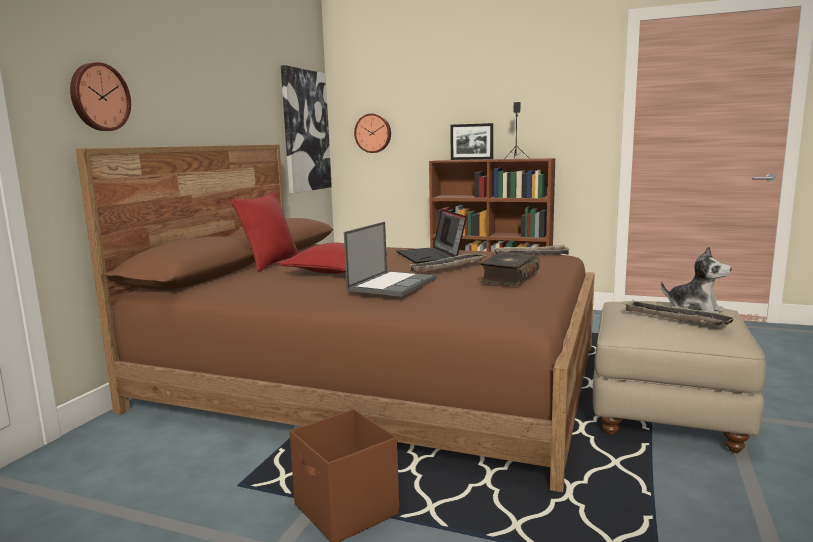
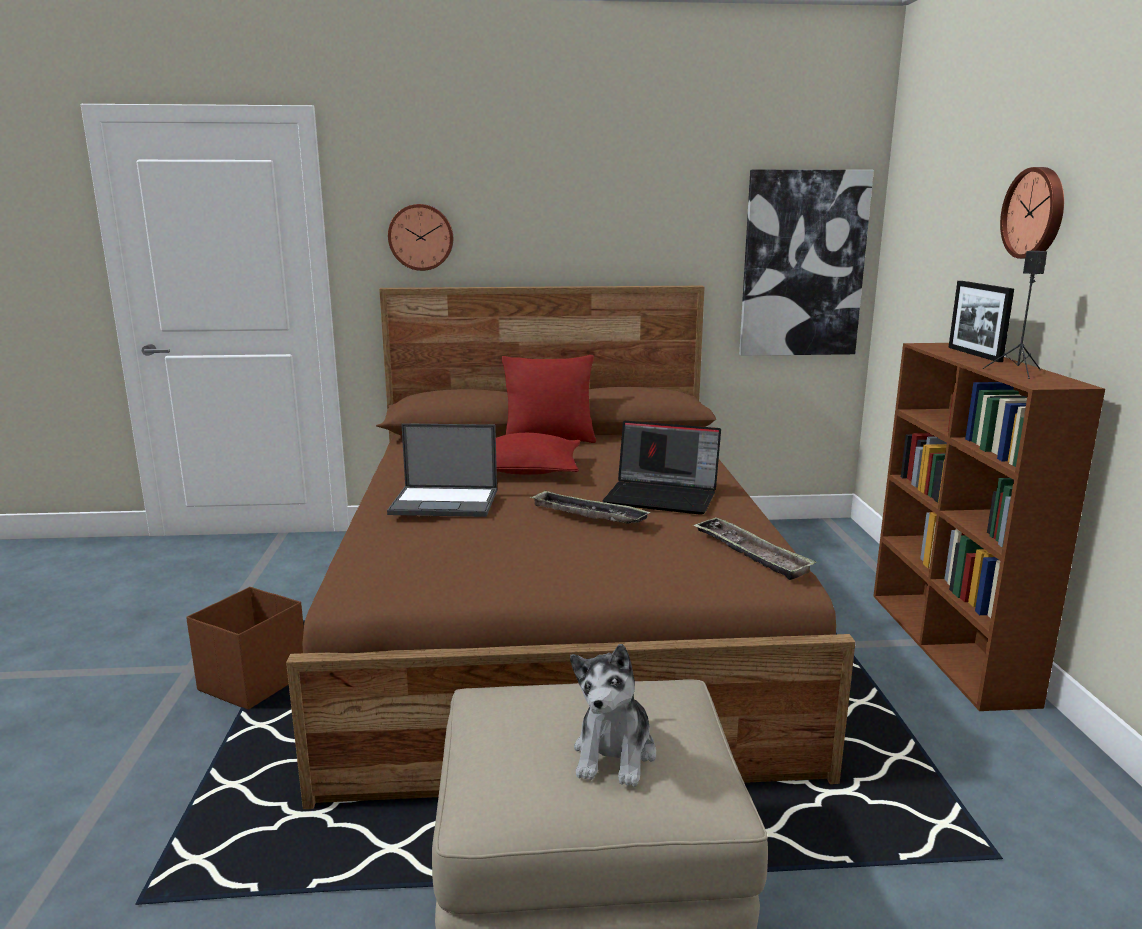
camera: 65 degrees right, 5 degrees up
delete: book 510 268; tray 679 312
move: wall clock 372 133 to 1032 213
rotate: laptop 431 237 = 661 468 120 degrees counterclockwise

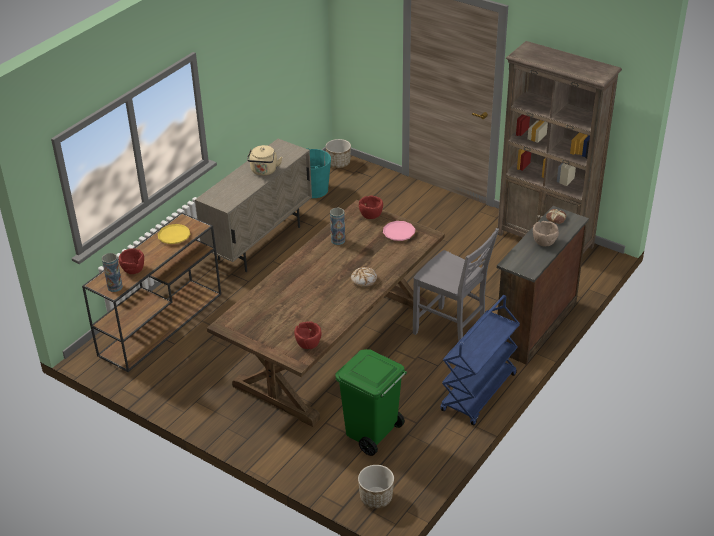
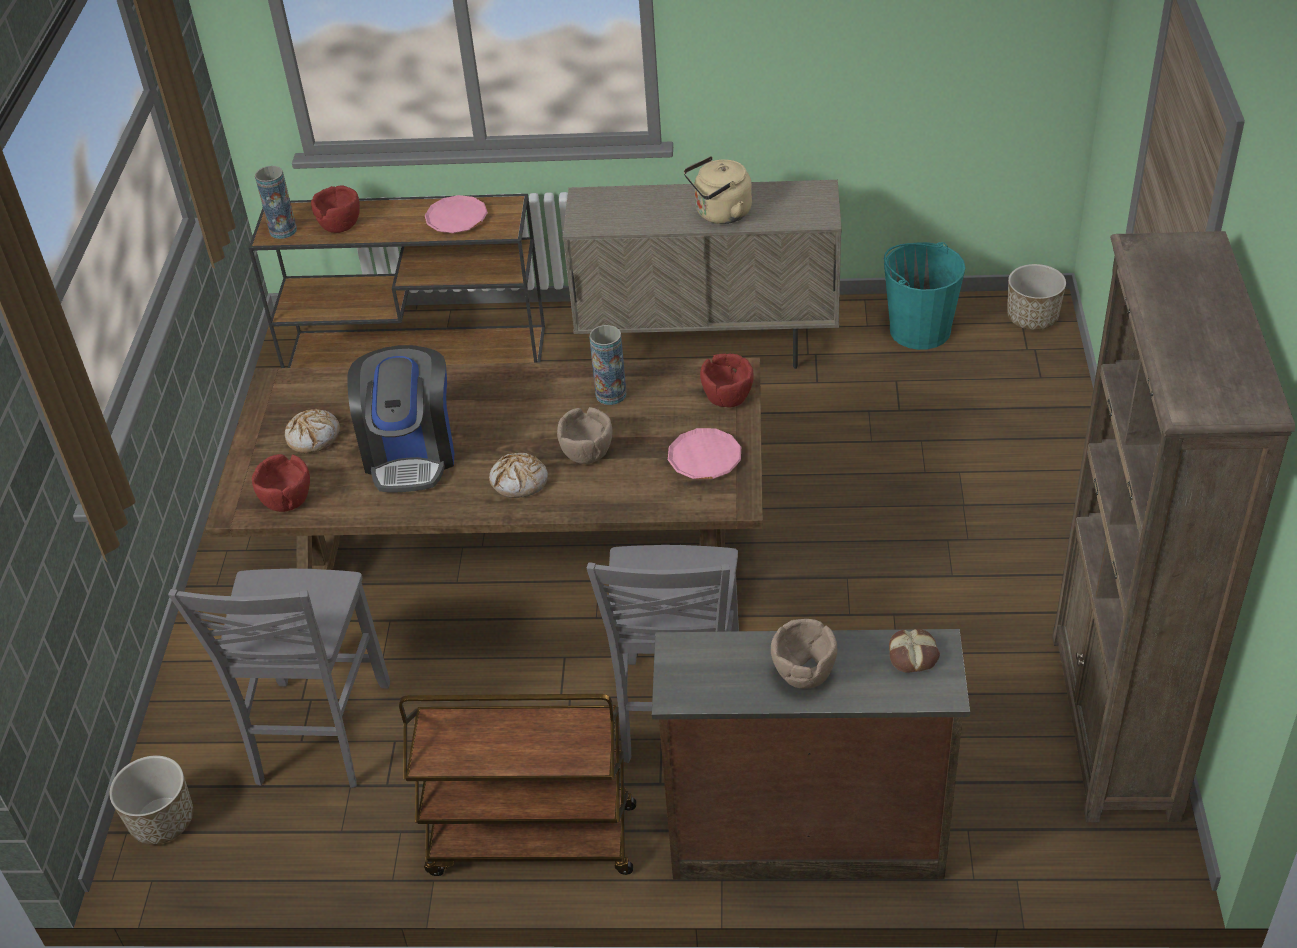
camera: 60 degrees right, 5 degrees up
insert: coffee machine 400 418; brown bowl 584 435; bread 312 431
replace: green trash can 371 402 to grey chair 279 678
recolor: yellow plate 174 234 to pink plate 456 214; blue cart 480 360 to brown cart 517 785

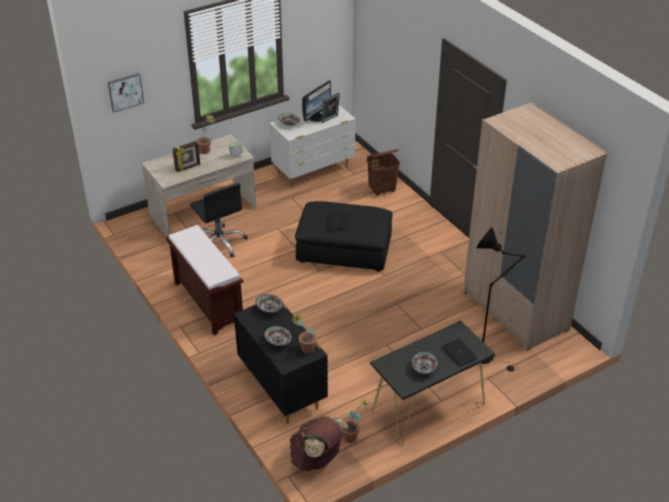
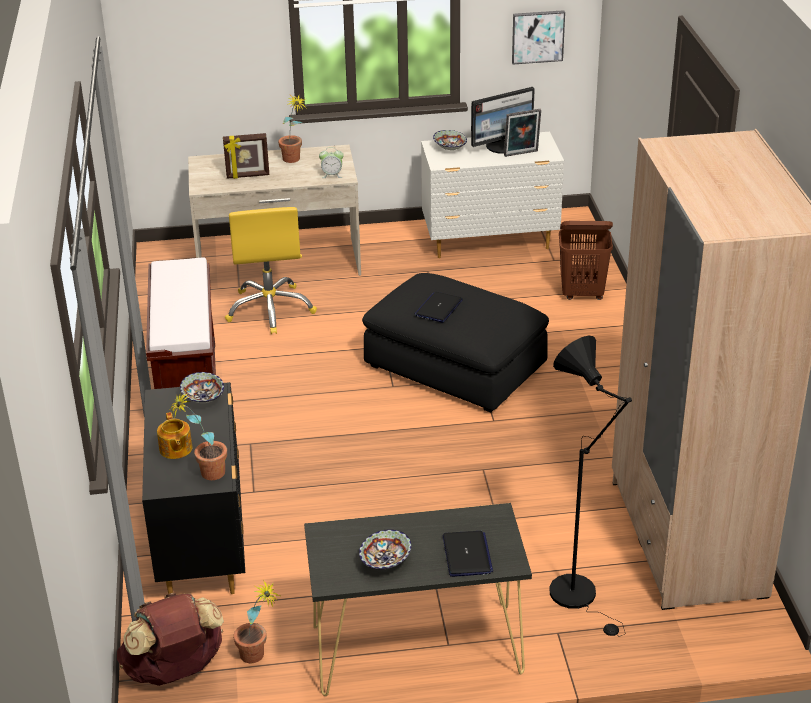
camera: 25 degrees right, 5 degrees down
move: picture 126 92 to 538 37
replace: bowl 278 336 to teapot 174 435
recolor: black office chair 219 220 to yellow office chair 271 270

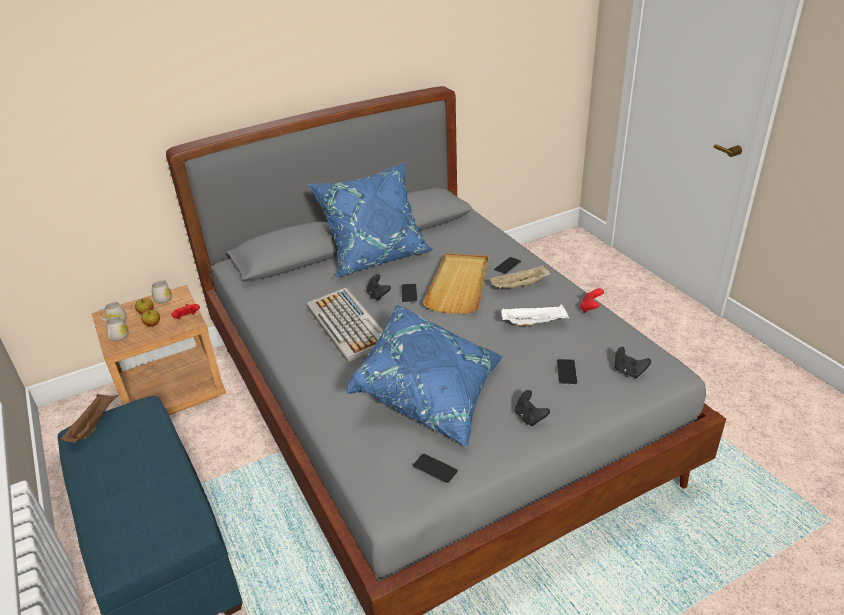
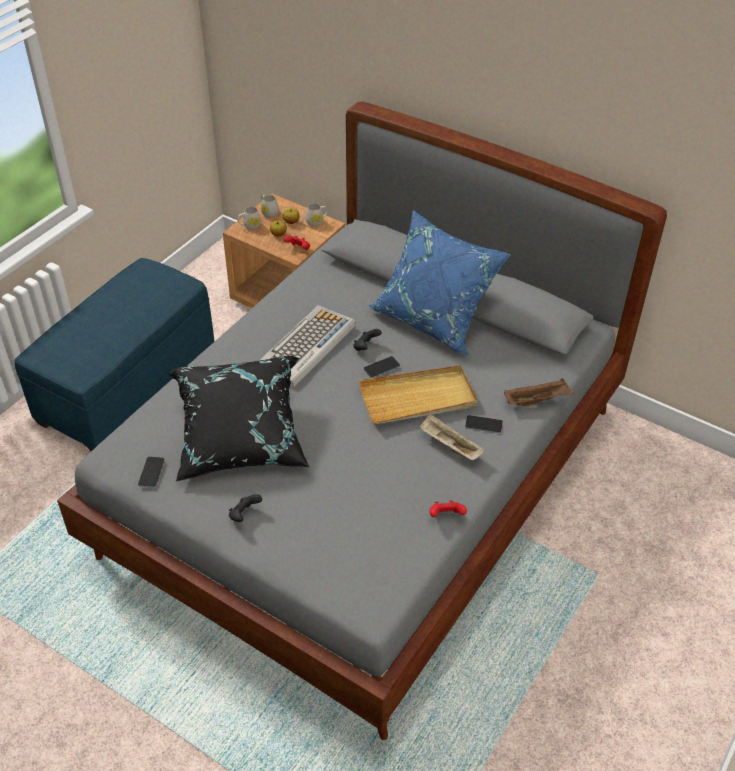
camera: 60 degrees right, 10 degrees up
delete: white tray 535 316; black game controller 632 362; phone 567 372
move: brown tray 89 418 to 539 392
recolor: blue pillow 424 376 to black pillow 238 418

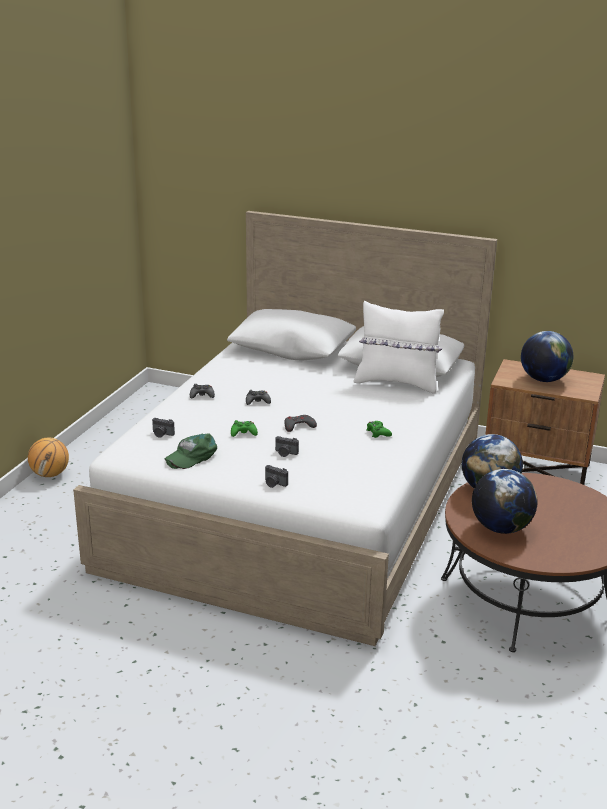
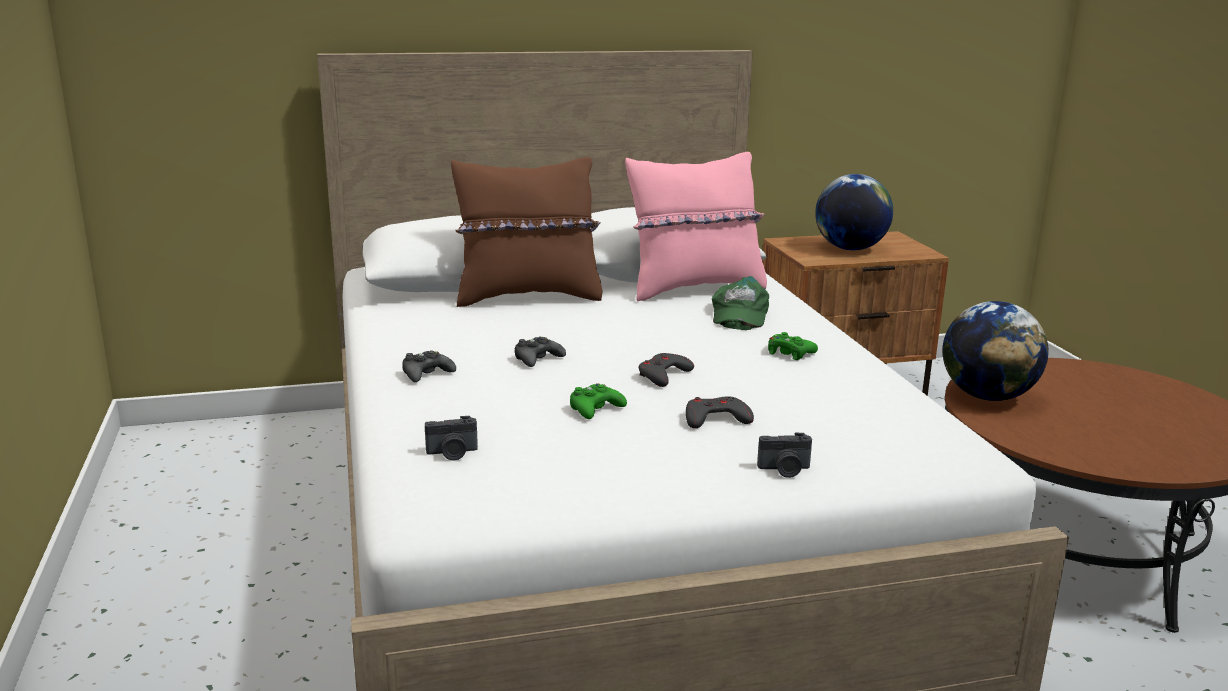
camera: 35 degrees left, 5 degrees down
delete: basketball 48 457; globe 505 501
insert: brown pillow 526 232
move: green cap 191 451 to 740 303
replace: photo camera 287 446 to grey game controller 720 412
recolor: white pillow 398 347 to pink pillow 696 226

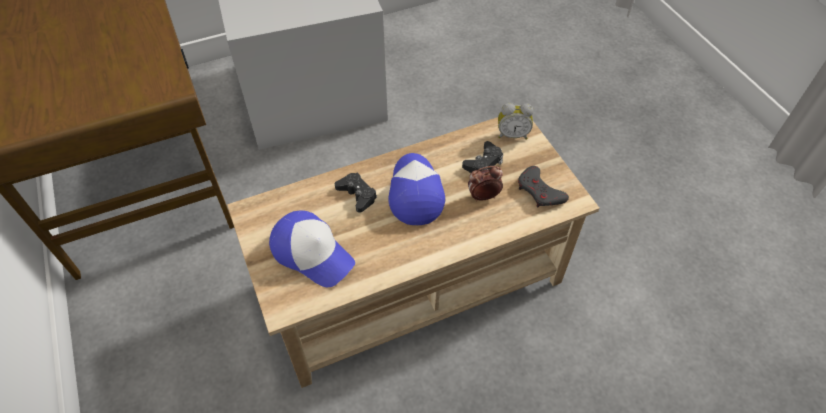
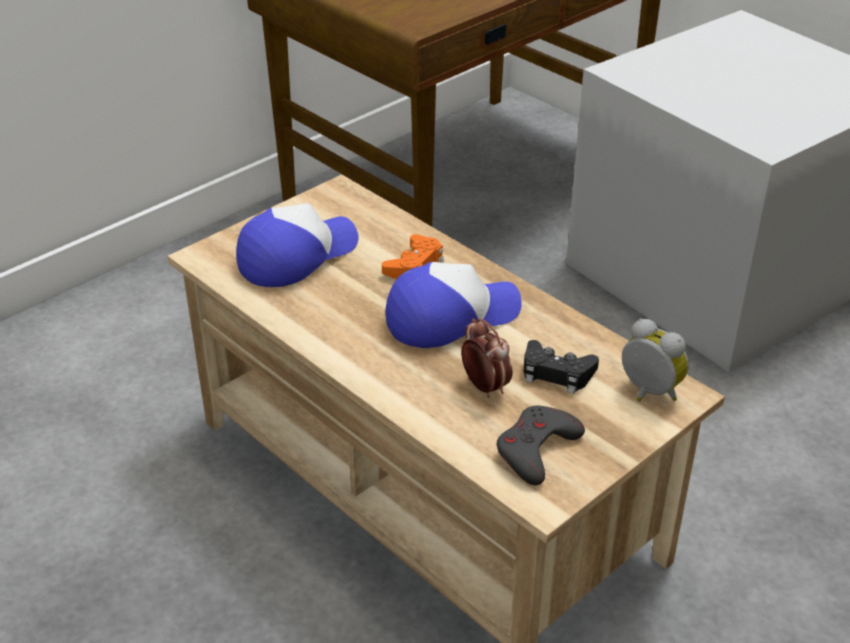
camera: 70 degrees right, 15 degrees down
recolor: black game controller 356 193 to orange game controller 413 256
rotate: alarm clock 515 121 = 655 360 150 degrees clockwise; cap 312 248 = 297 245 150 degrees counterclockwise

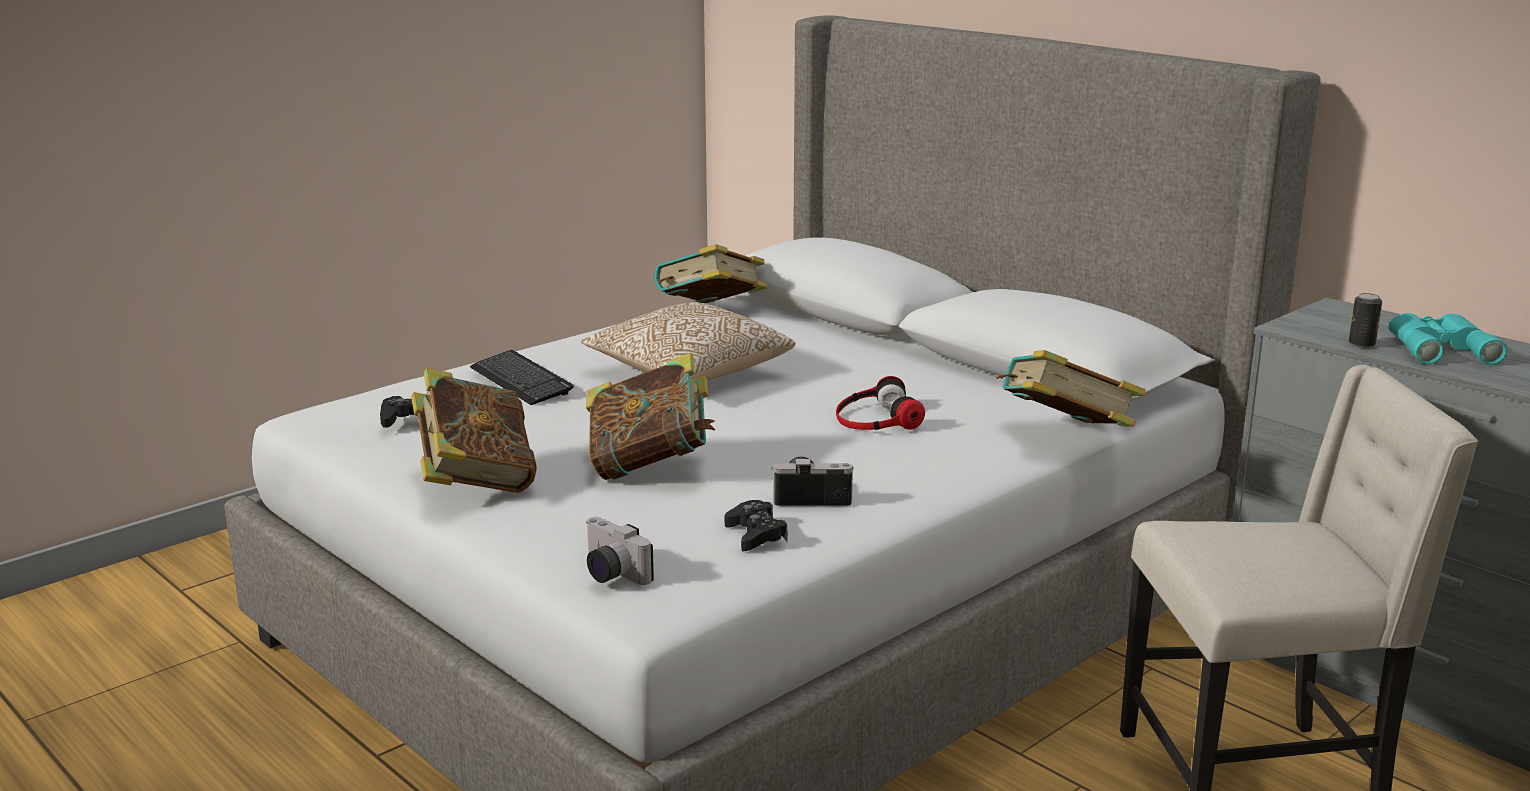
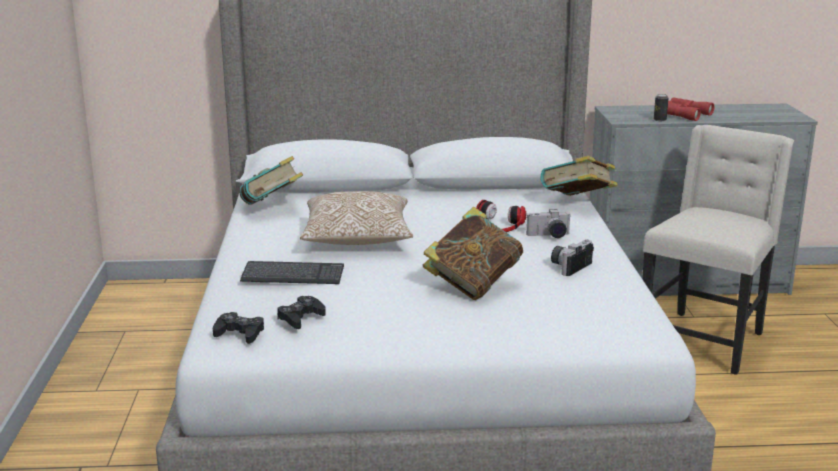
camera: 50 degrees left, 0 degrees up
delete: book 474 430
move: black game controller 756 525 to 238 328; photo camera 620 551 to 548 223
recolor: turquoise binoculars 1448 339 to red binoculars 690 109

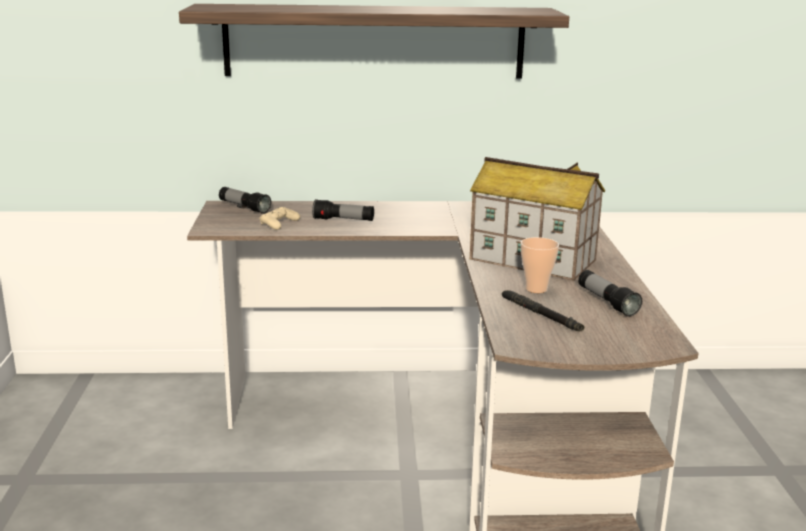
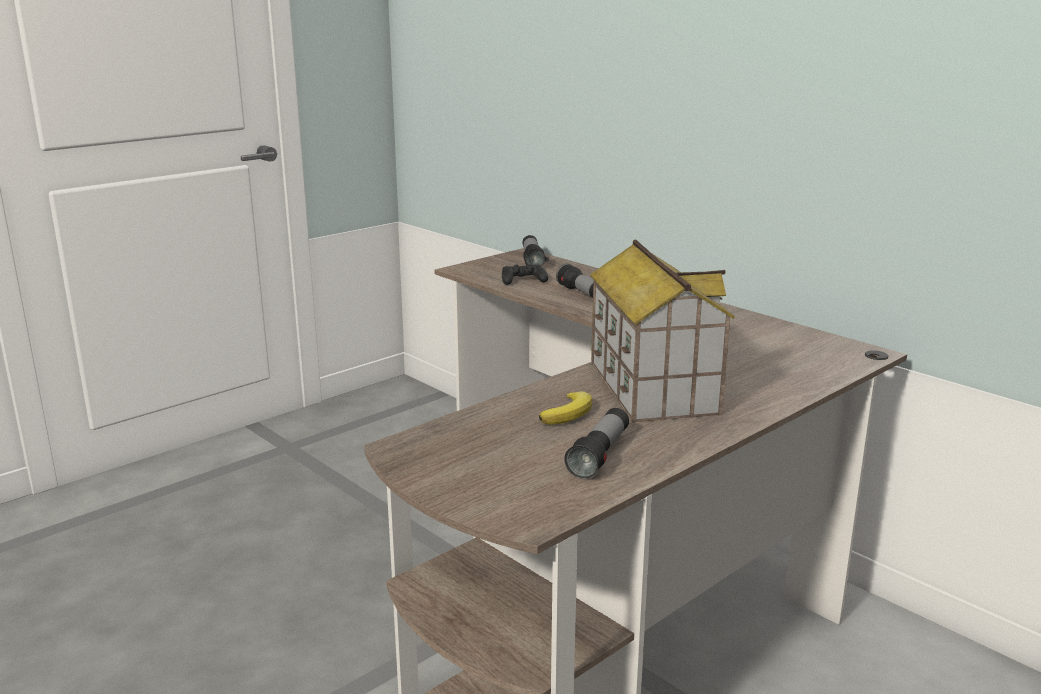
camera: 50 degrees right, 0 degrees up
delete: shelf 374 41; black flashlight 543 310
replace: cup 540 265 to banana 565 408
recolor: beige game controller 280 218 to black game controller 525 274

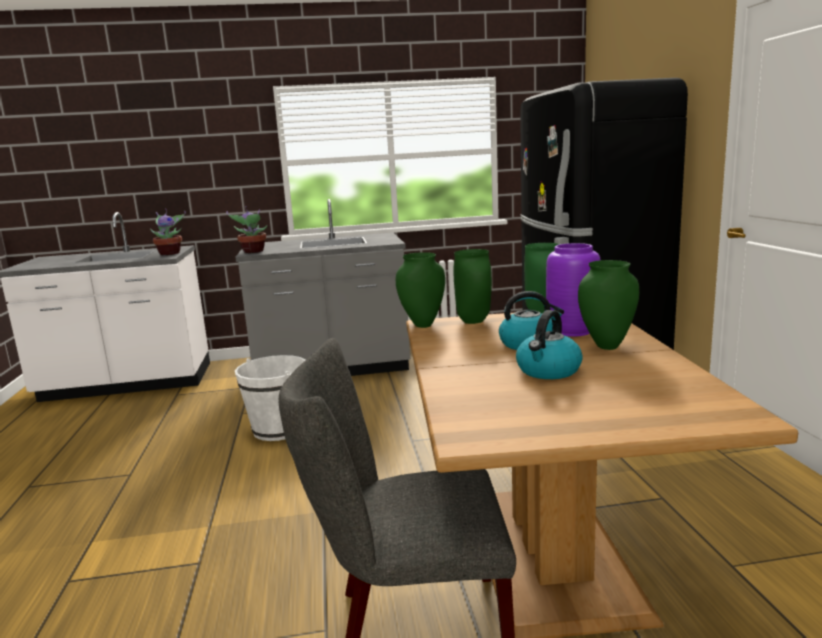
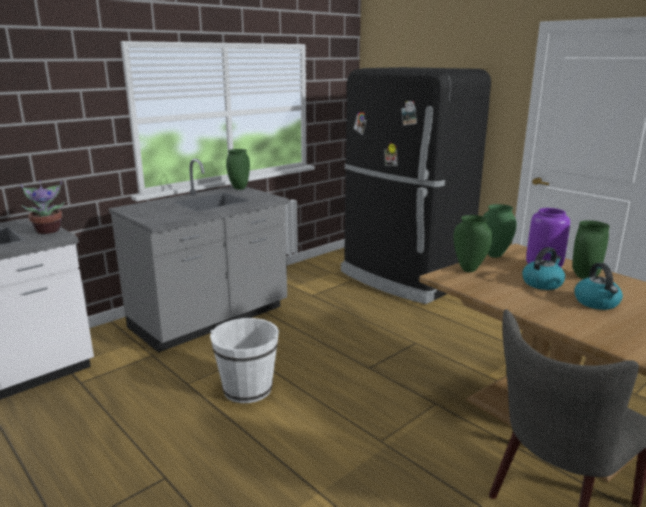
camera: 35 degrees left, 5 degrees up
delete: potted plant 247 229
move: green vase 420 290 to 238 169

